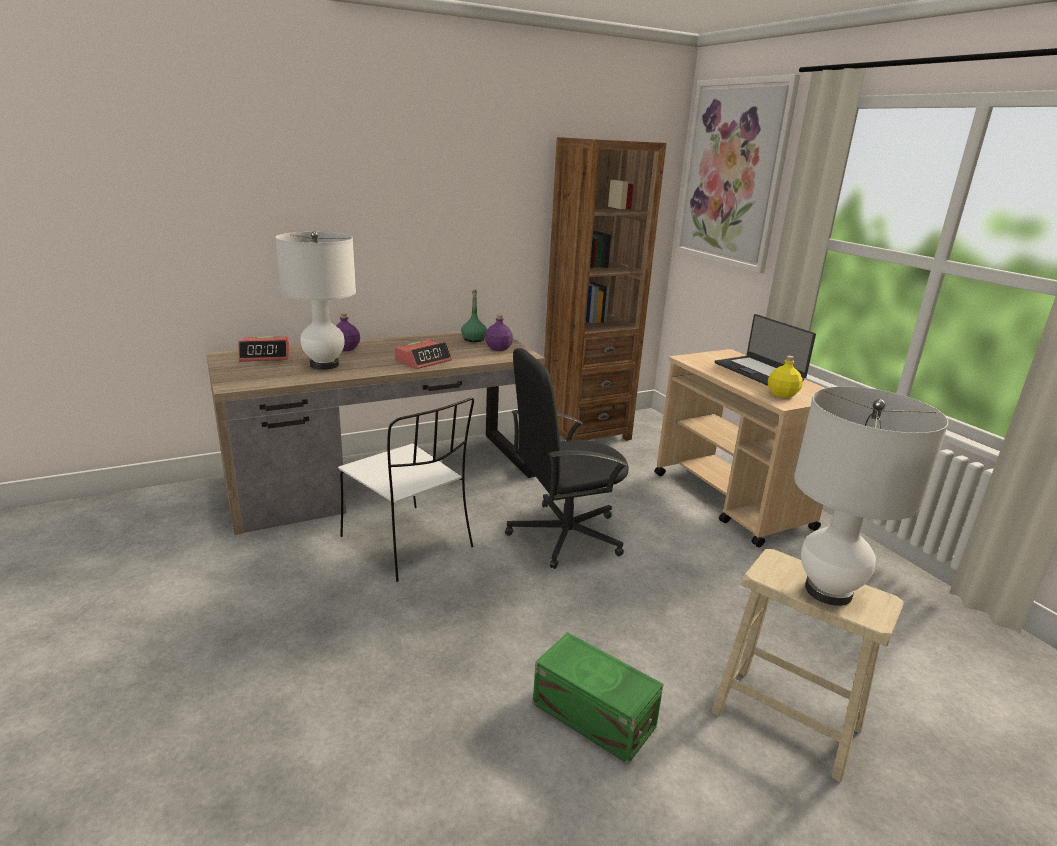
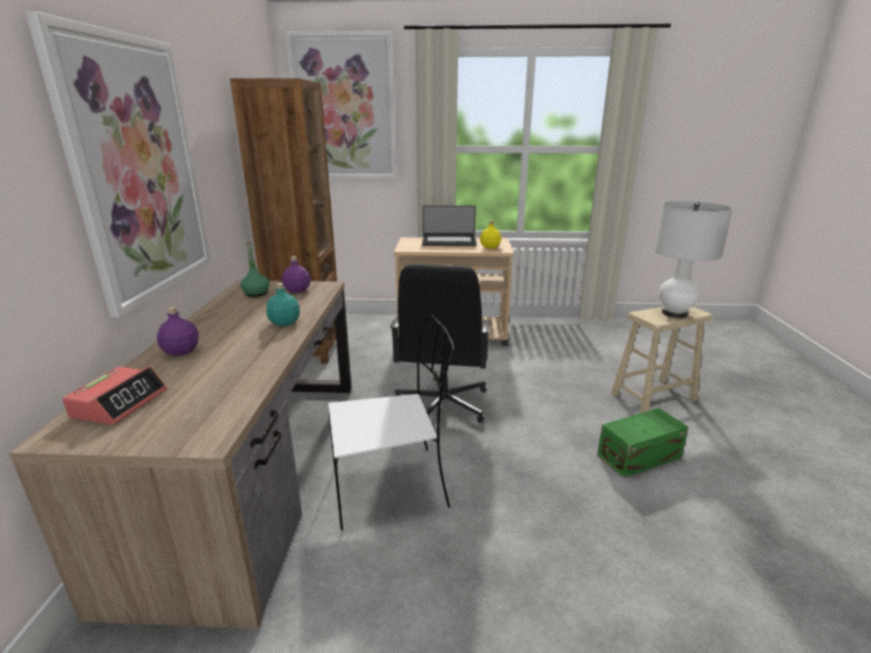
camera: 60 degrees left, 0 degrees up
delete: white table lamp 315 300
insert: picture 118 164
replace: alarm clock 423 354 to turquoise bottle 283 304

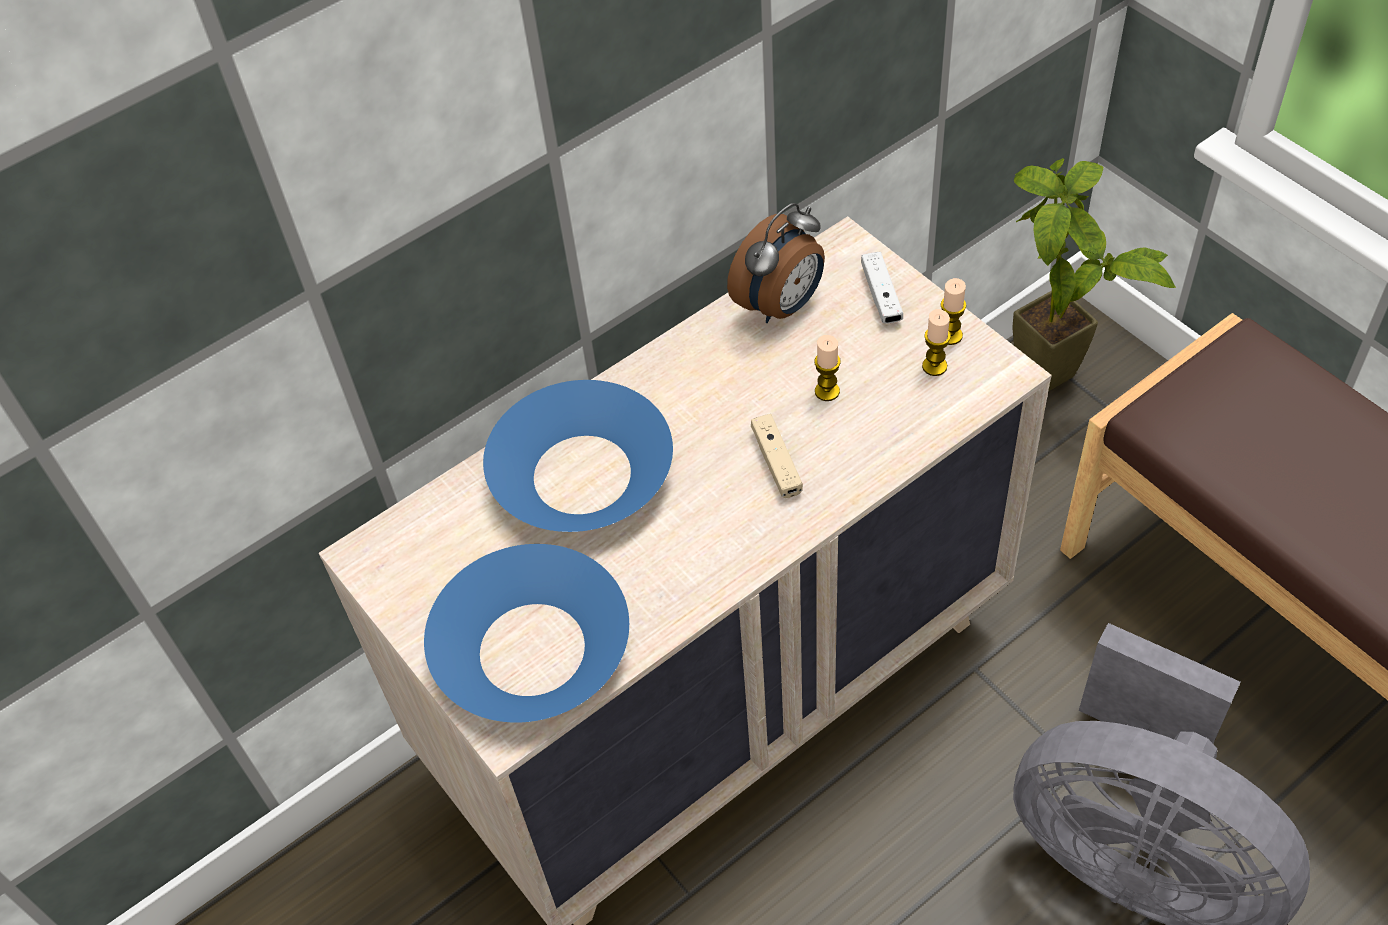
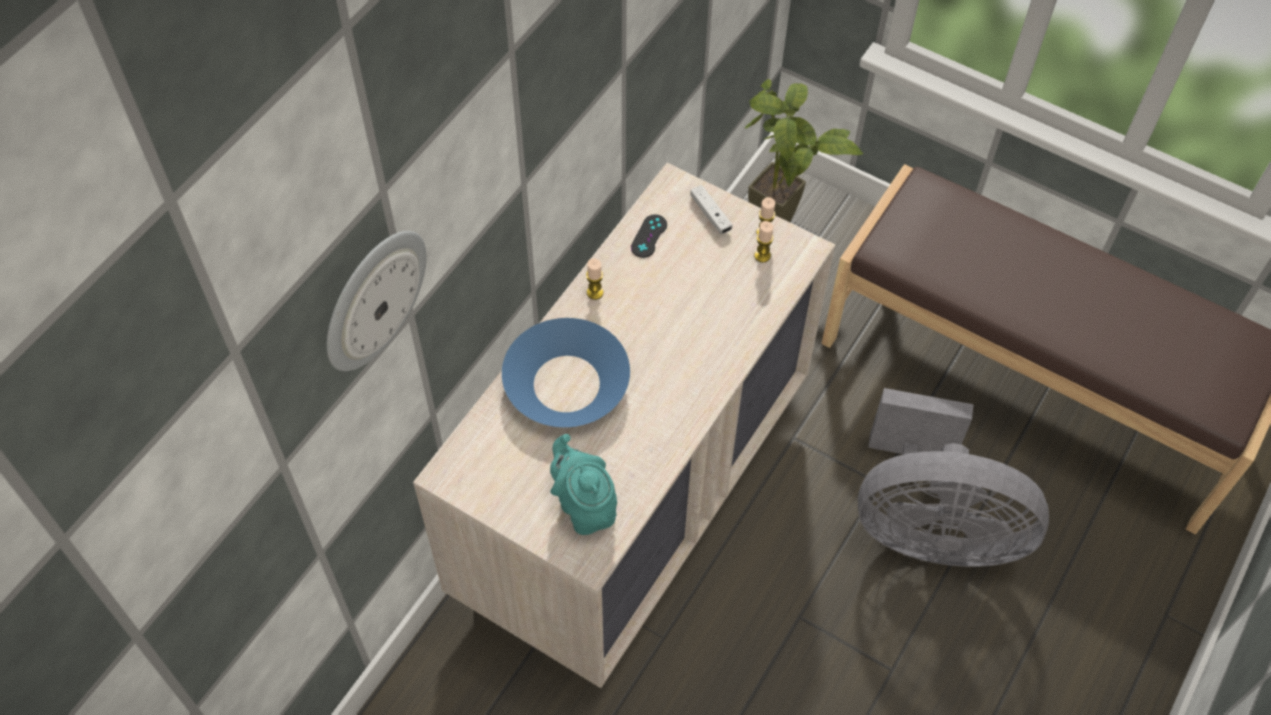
camera: 25 degrees left, 5 degrees up
delete: beige game controller 777 456
insert: wall clock 377 301
move: candle 827 368 to 594 279
replace: alarm clock 776 263 to black game controller 649 236; blue bowl 526 633 to turquoise teapot 583 484

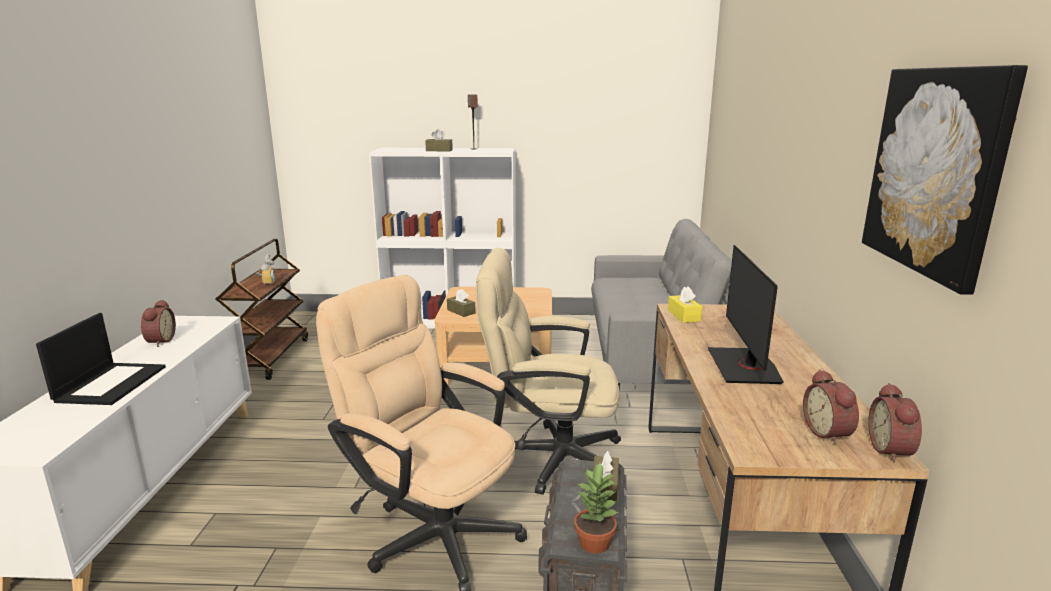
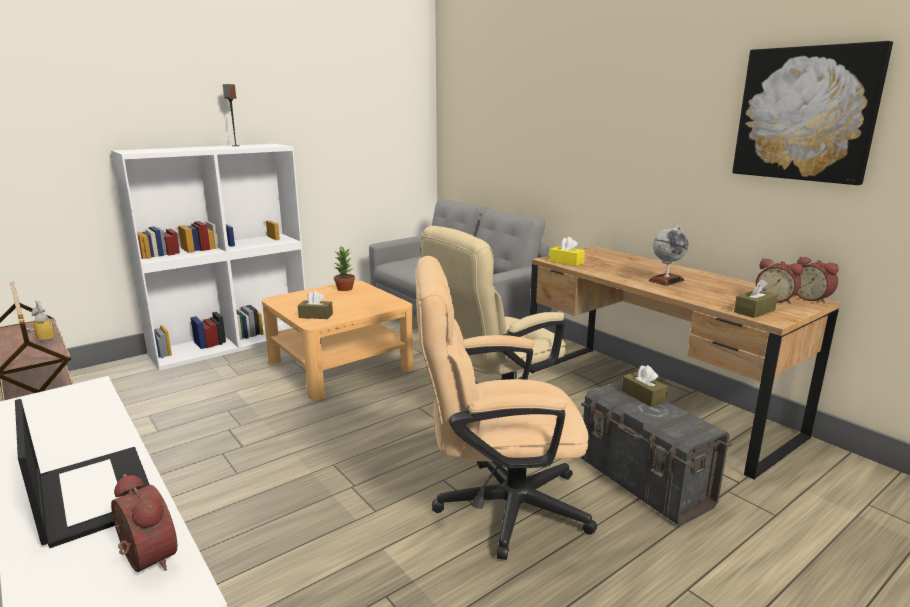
camera: 40 degrees left, 0 degrees up
move: brown tissue box 439 140 to 756 298; alarm clock 158 323 to 144 523; potted plant 596 508 to 344 268
replace: monitor 745 314 to globe 668 256

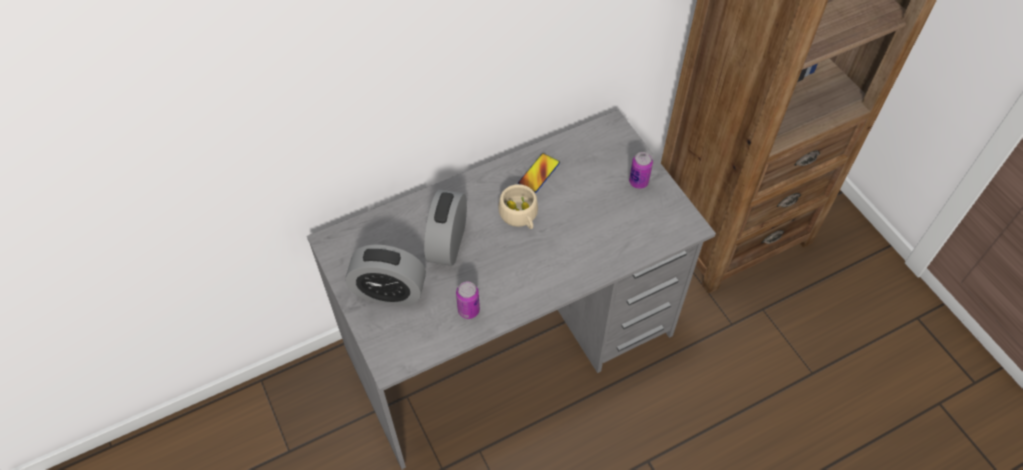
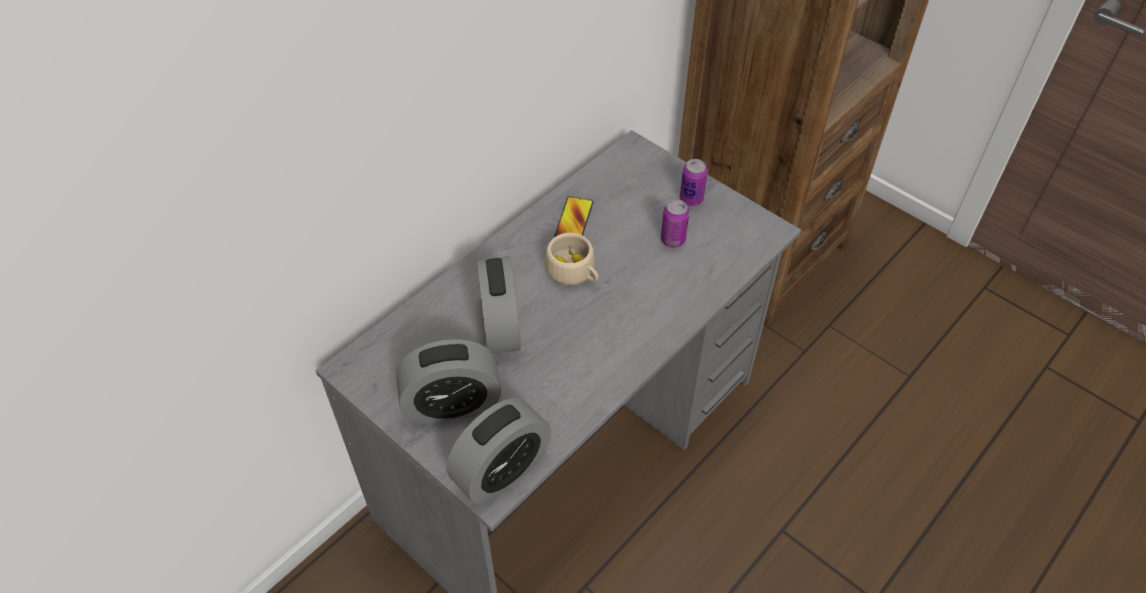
camera: 20 degrees left, 5 degrees down
insert: alarm clock 498 451
move: can 468 300 to 675 224

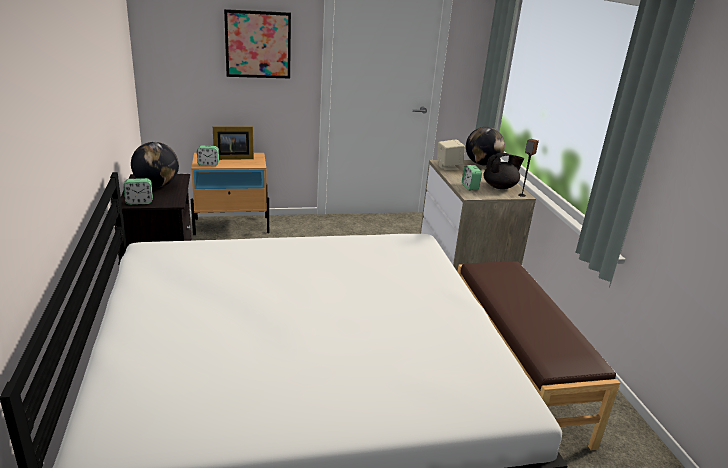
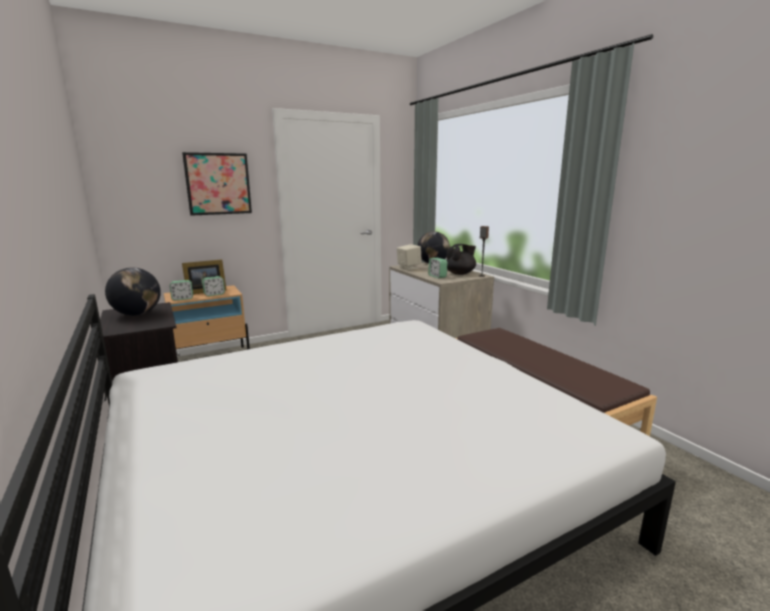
camera: 15 degrees left, 10 degrees down
move: alarm clock 138 191 to 213 286

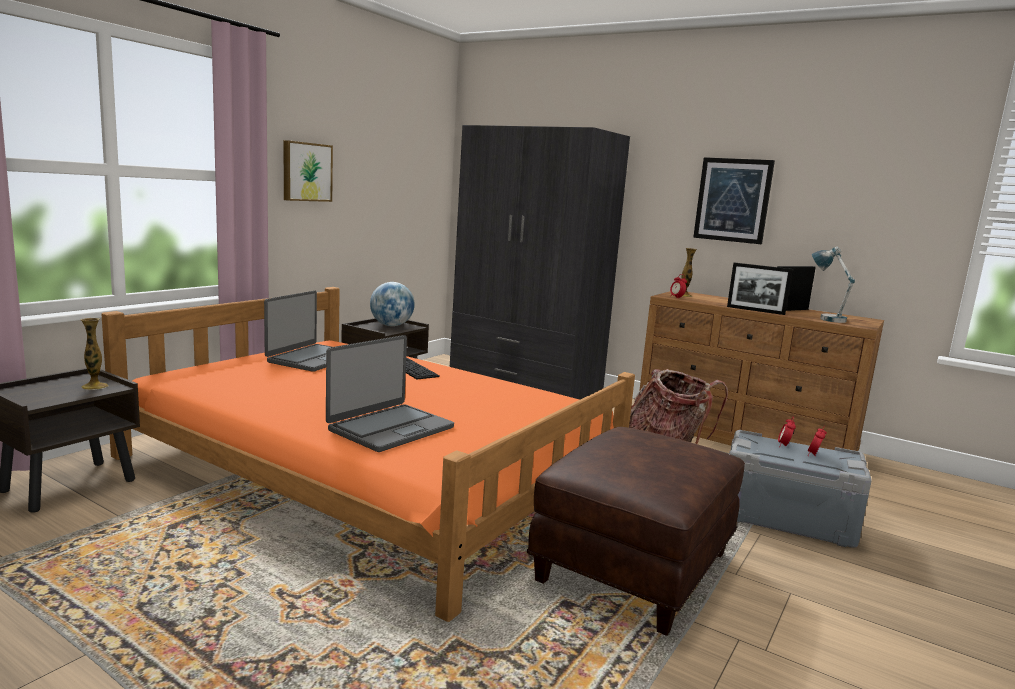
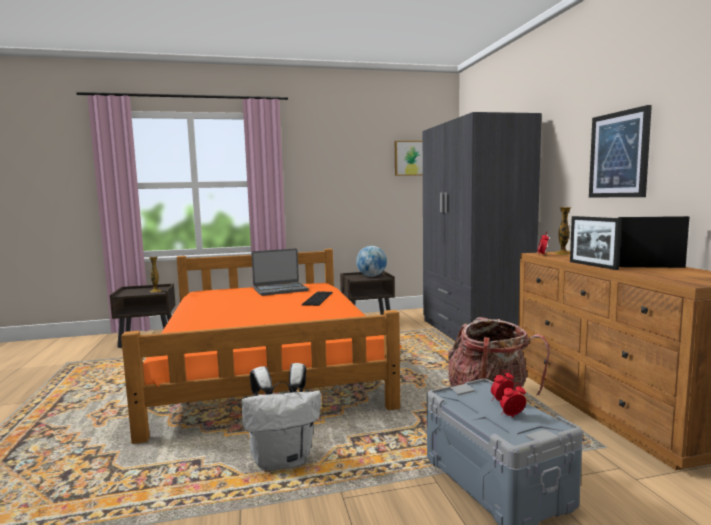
camera: 45 degrees right, 5 degrees down
delete: table lamp 833 285; laptop 390 393
move: picture 308 171 to 409 158
replace: brown ottoman 636 531 to white backpack 281 417

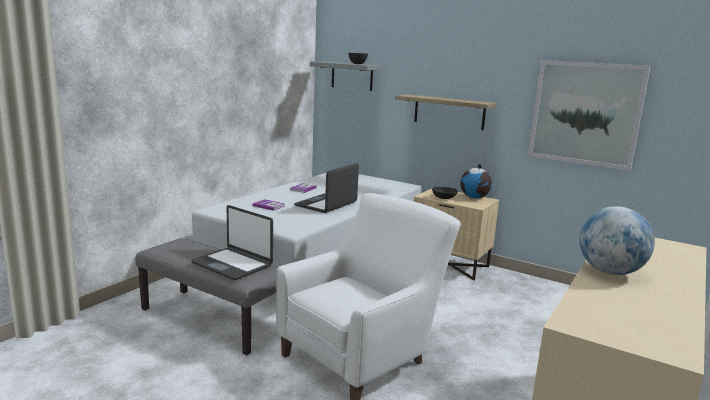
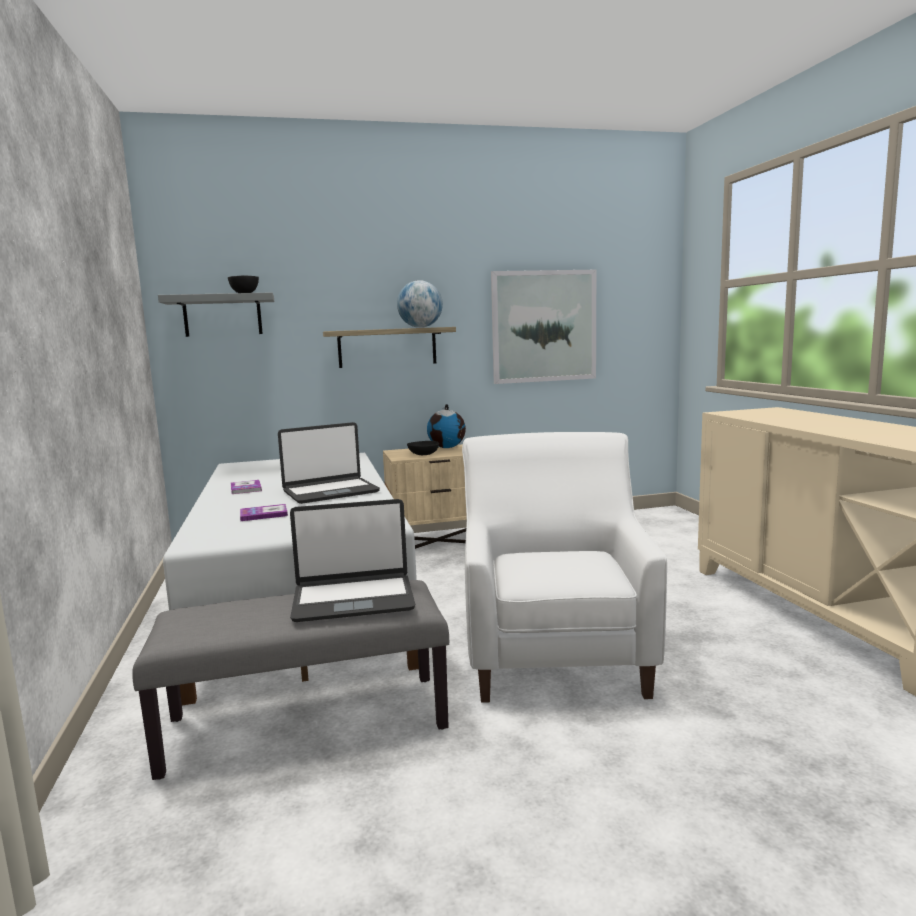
camera: 45 degrees left, 5 degrees down
move: globe 617 240 to 420 304
rotate: laptop 326 188 = 329 463 105 degrees counterclockwise

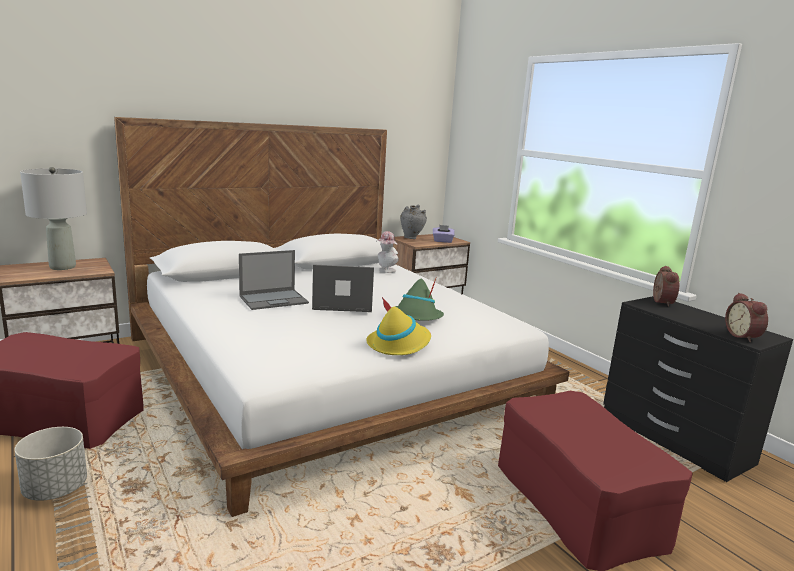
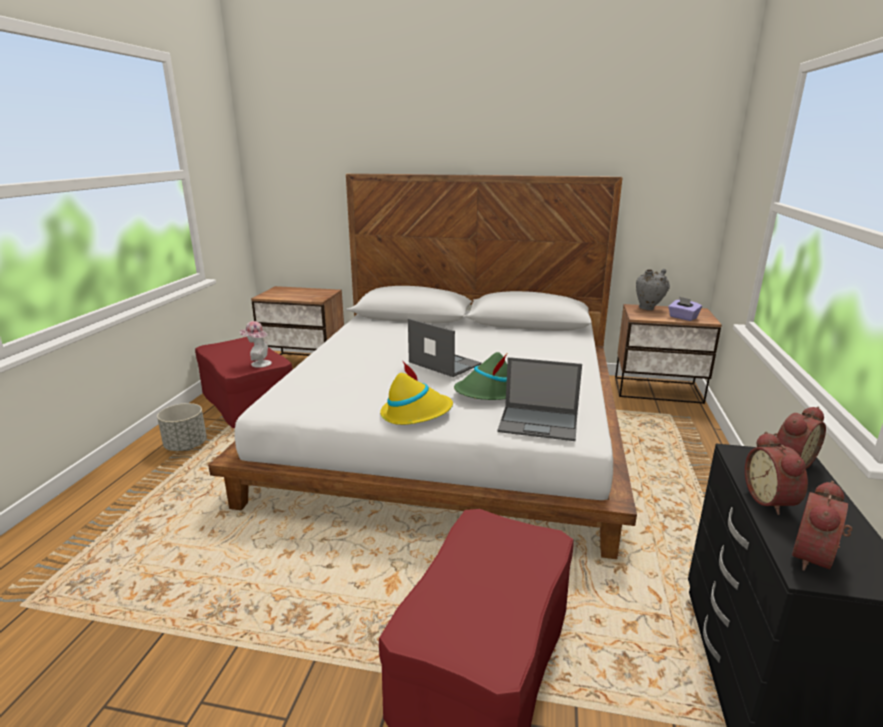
camera: 45 degrees right, 5 degrees up
delete: grey table lamp 53 218
insert: alarm clock 776 473
move: hat 388 252 to 256 344; laptop 274 280 to 539 399

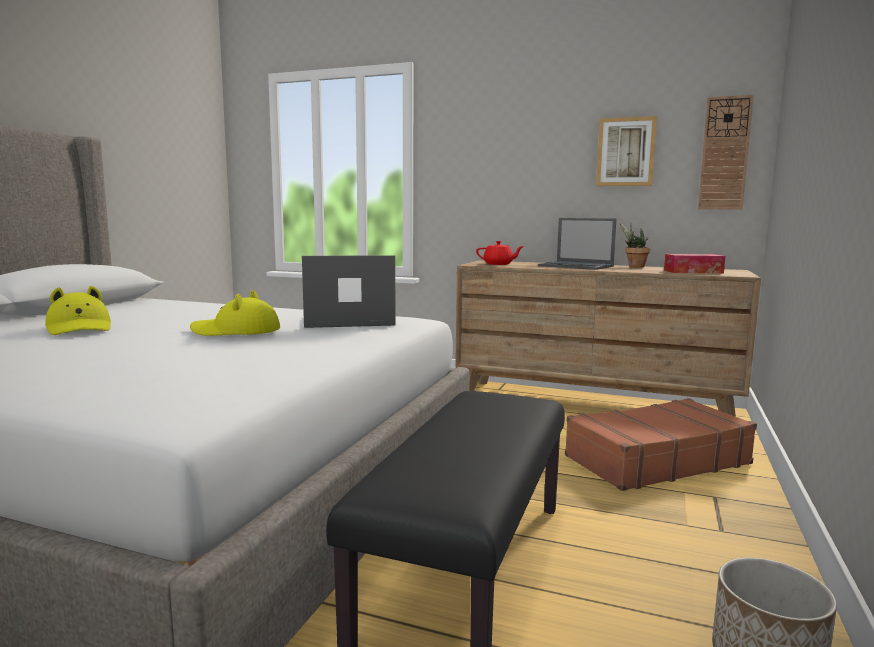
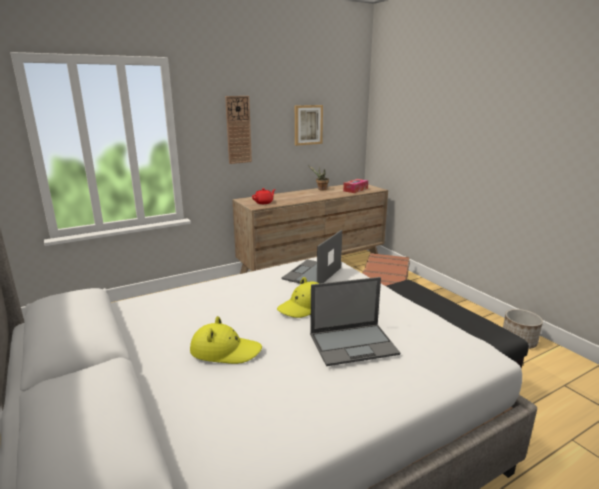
camera: 50 degrees left, 10 degrees up
move: wall clock 726 152 to 238 130; laptop 577 244 to 355 321

